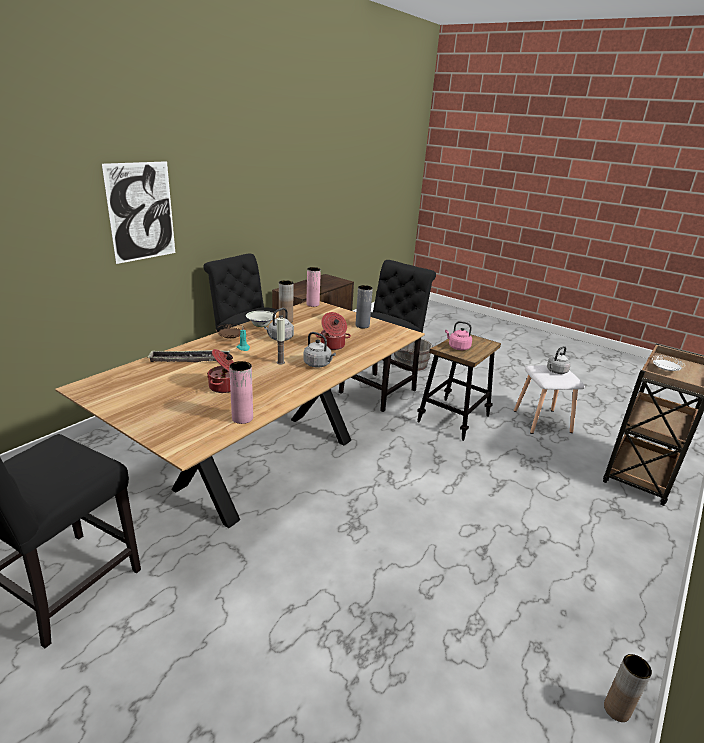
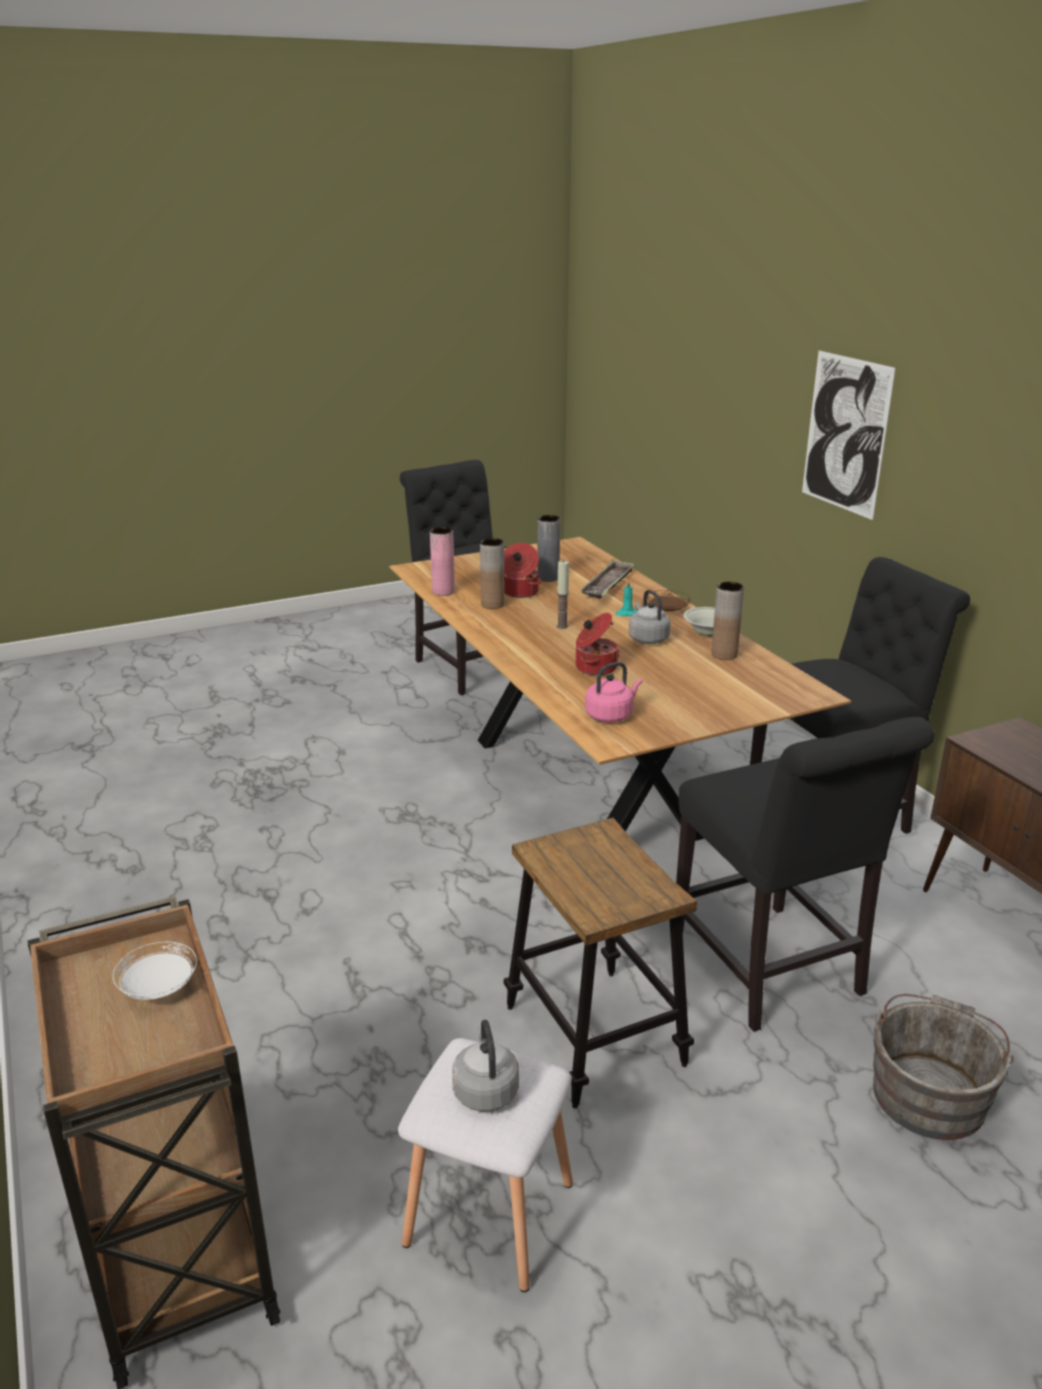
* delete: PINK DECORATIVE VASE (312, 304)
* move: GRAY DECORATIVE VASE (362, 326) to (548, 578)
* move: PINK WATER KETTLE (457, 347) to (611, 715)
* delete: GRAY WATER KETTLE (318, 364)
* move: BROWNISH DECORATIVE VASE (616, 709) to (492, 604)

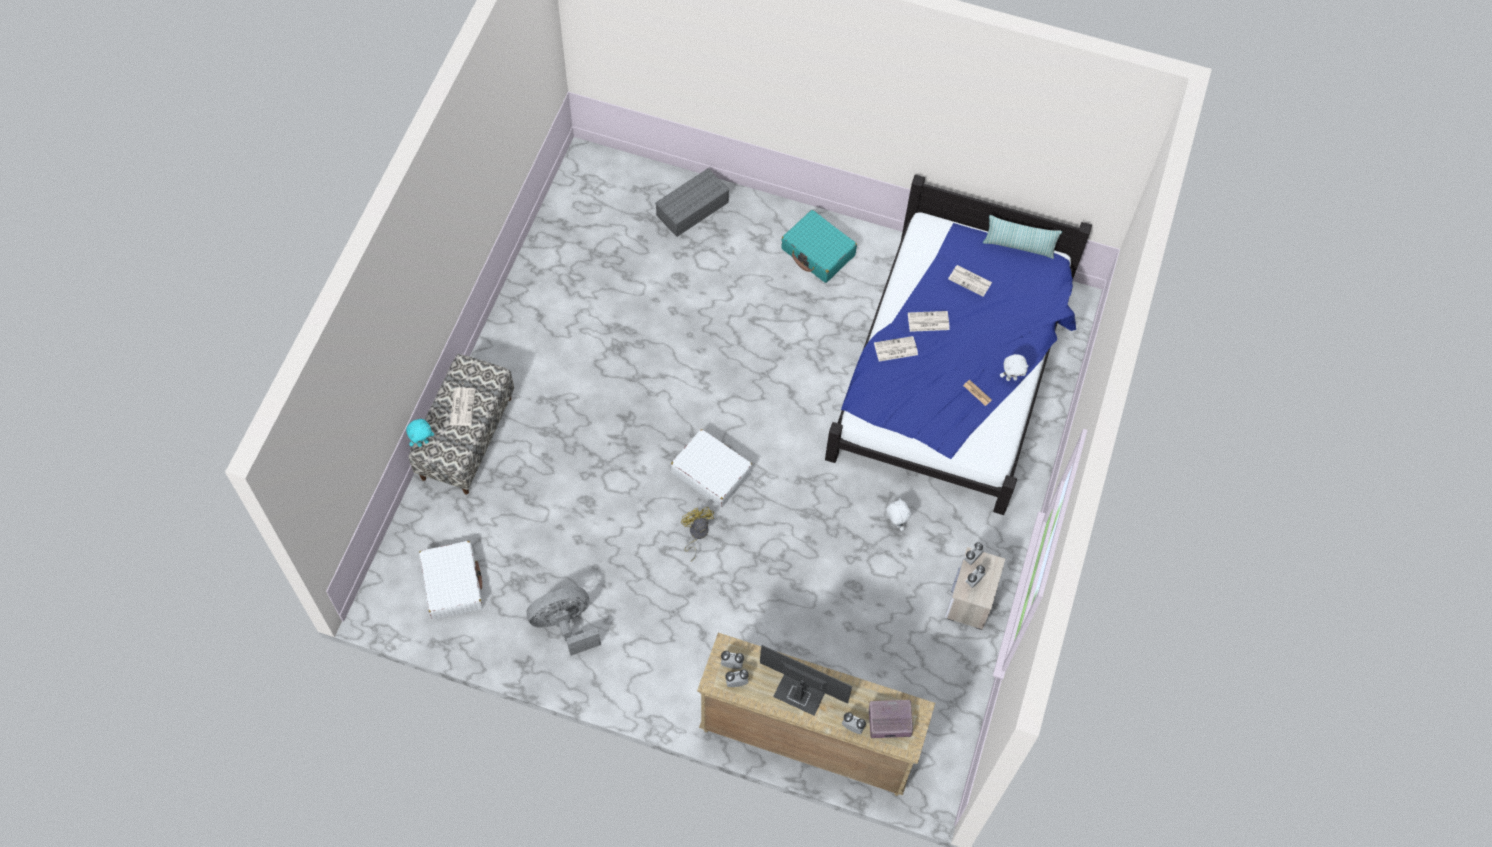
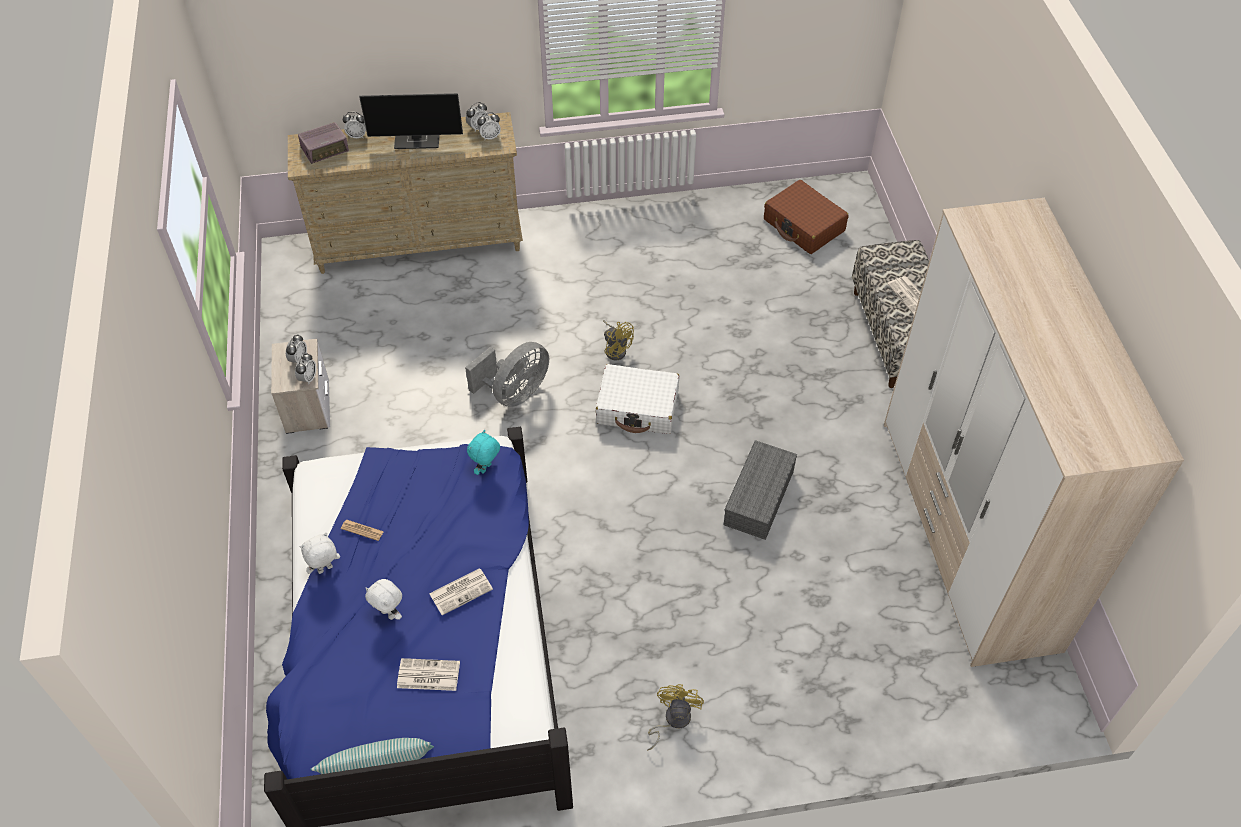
* move: GRAY STORAGE BOX (692, 208) to (759, 499)
* replace: TURQUOISE SUITCASE (818, 252) to YELLOW COOLING FAN (672, 720)
* delete: NEWSPAPER (895, 349)
* move: TURQUOISE SOFT TOY (423, 442) to (486, 468)
* move: WHITISH SOFT TOY (895, 523) to (389, 613)
* recolor: WHITISH SUITCASE (453, 584) to BROWNISH SUITCASE (804, 226)
* move: GRAY COOLING FAN (565, 625) to (515, 393)
* insert: CLOTHES CUPBOARD (967, 532)

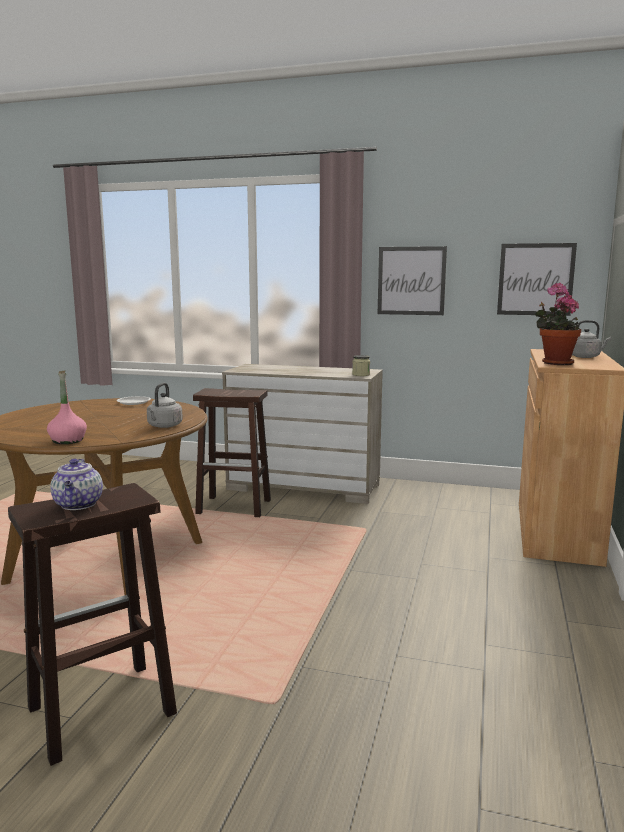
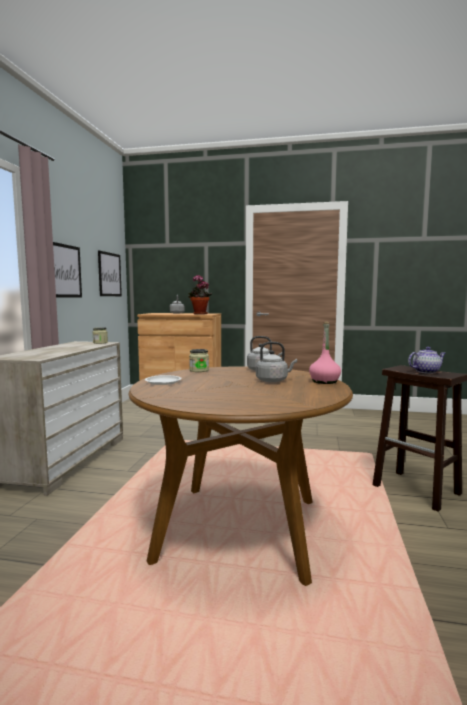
* delete: BROWNISH STOOL (235, 507)
* insert: GRAY WATER KETTLE (273, 380)
* insert: PRESERVE JAR (199, 370)

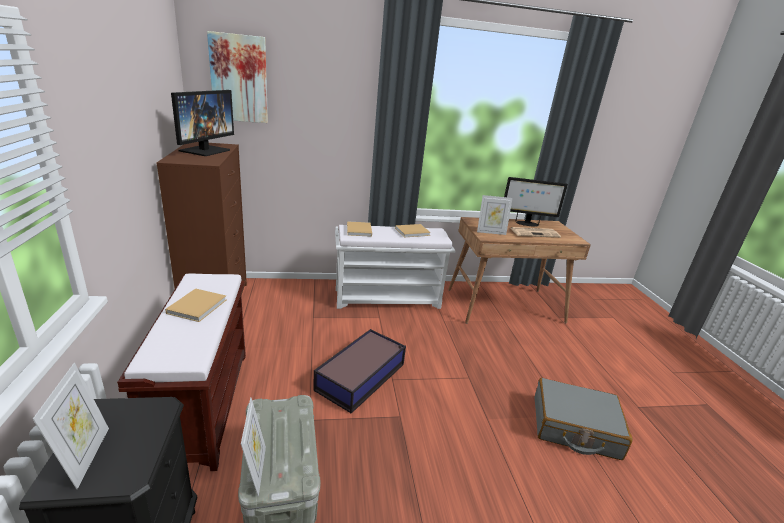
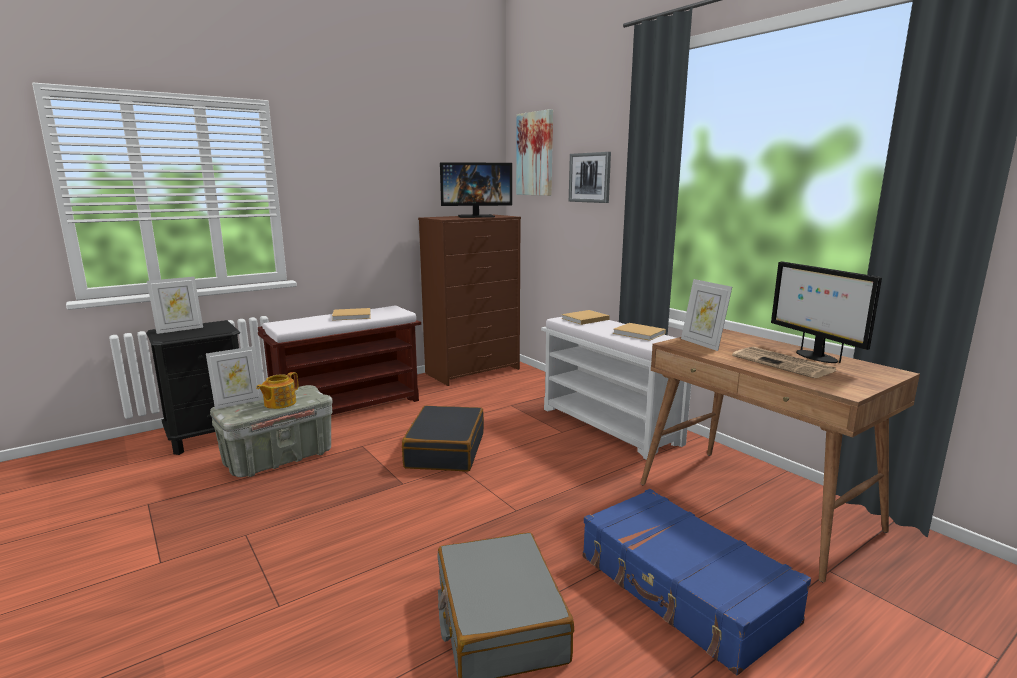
* replace: STORAGE BOX (362, 376) to BLACK-COLOURED SUITCASE (445, 450)
* insert: PICTURE (590, 177)
* insert: TEAPOT (279, 403)
* insert: BLUE-COLOURED SUITCASE (683, 589)

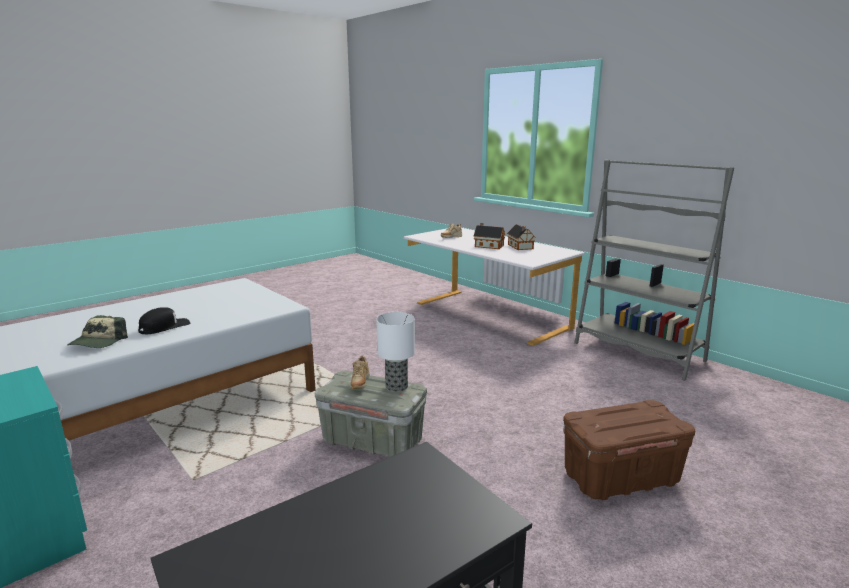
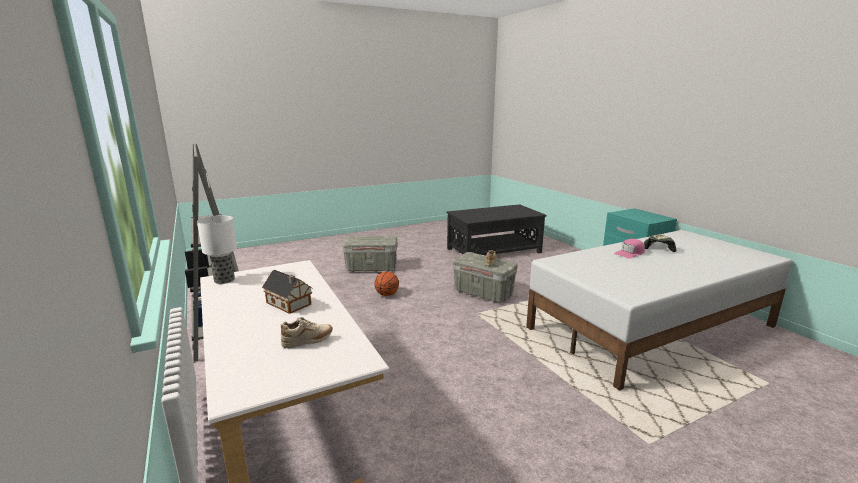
* delete: TOY HOUSE (520, 247)
* recolor: BLACK-COLOURED BASEBALL CAP (164, 327) to PINK BASEBALL CAP (630, 253)
* move: TABLE LAMP (397, 387) to (224, 280)
* recolor: BROWNISH STORAGE BOX (620, 478) to GRAY STORAGE BOX (372, 268)
* insert: BASKETBALL BALL (387, 294)

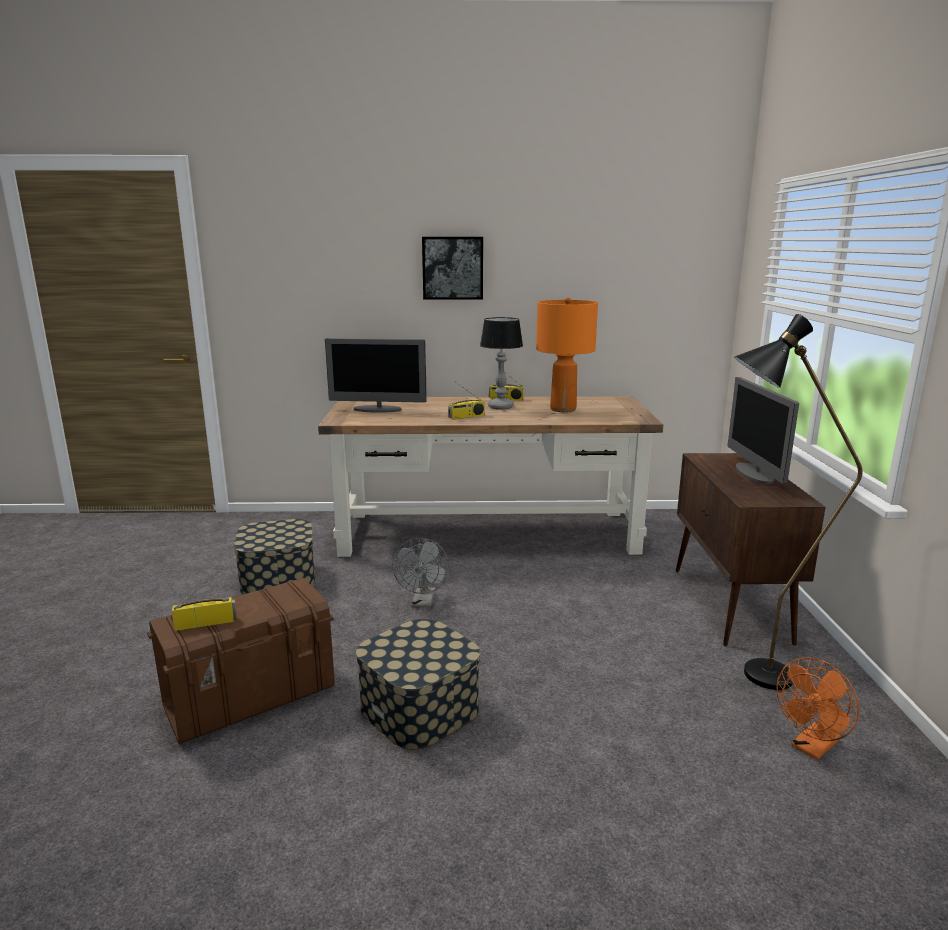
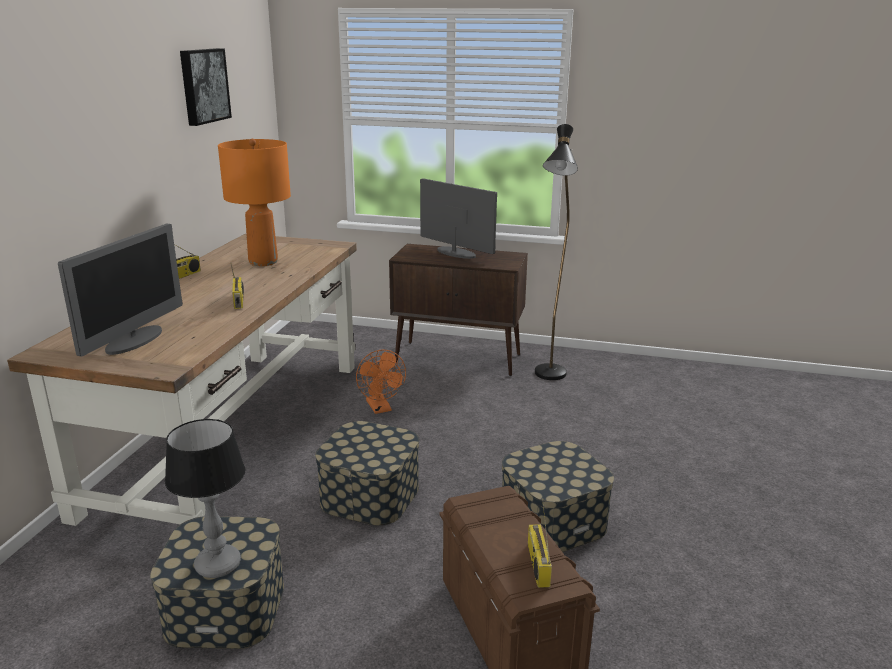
* move: PICTURE (452, 268) to (203, 86)
* move: TABLE LAMP (500, 407) to (217, 565)
* rotate: COMPUTER DISPLAY (754, 474) = (455, 253) 150 degrees counterclockwise
* replace: GRAY COOLING FAN (423, 602) to STORAGE BOX (370, 495)
* move: ORANGE-COLOURED COOLING FAN (812, 747) to (381, 408)

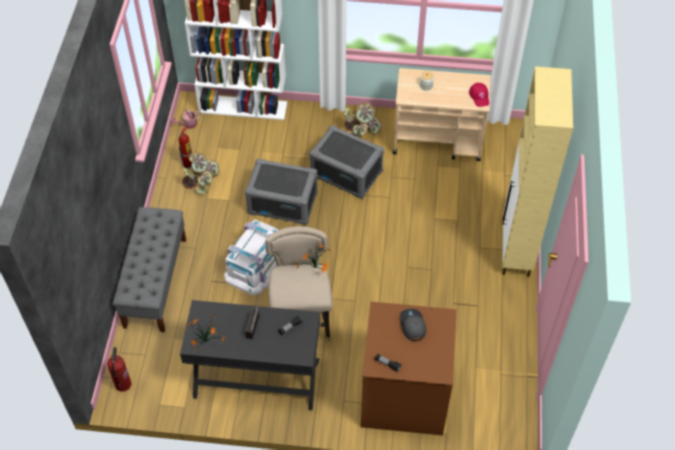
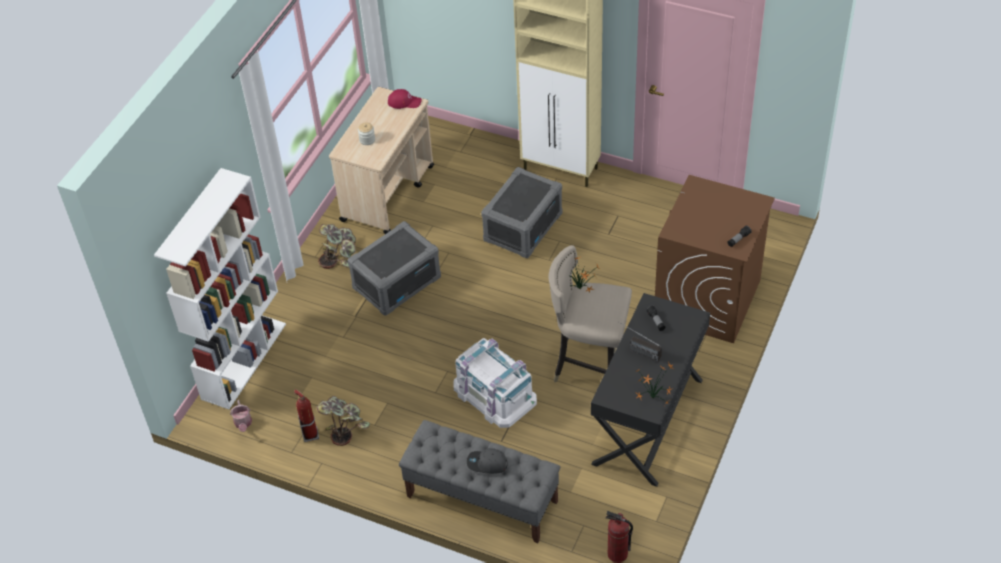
* move: GRAY STORAGE BOX (283, 202) to (522, 226)
* move: GRAY BASEBALL CAP (412, 326) to (487, 464)

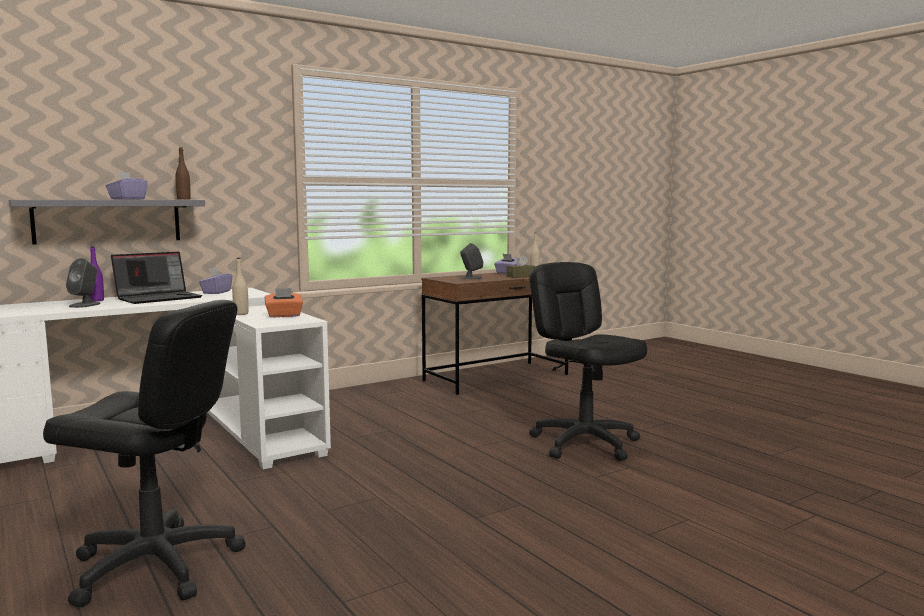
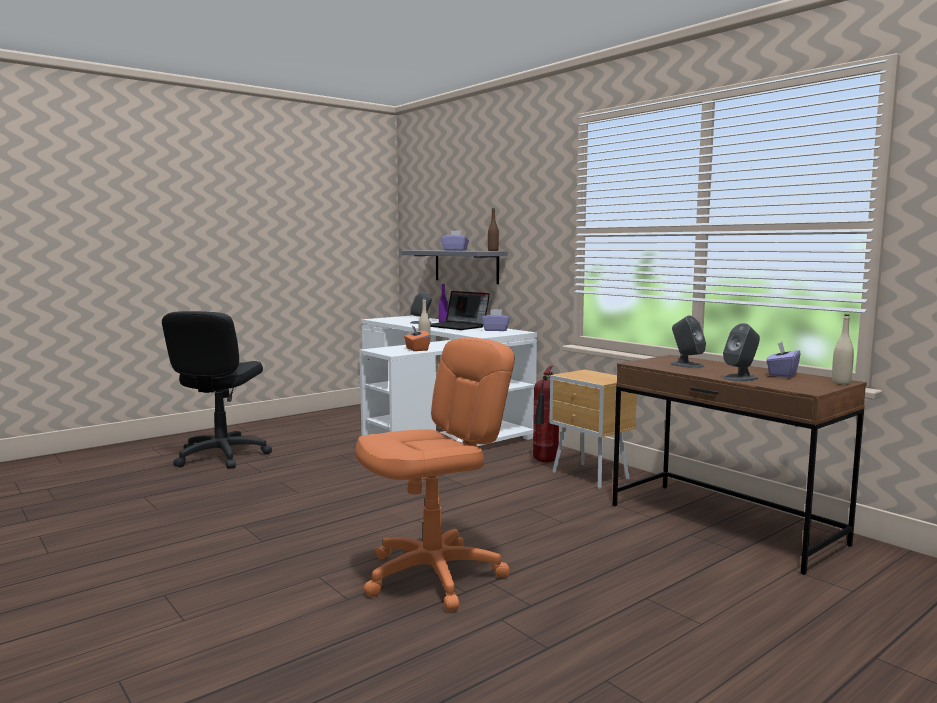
* replace: BROWNISH TISSUE HOLDER (520, 276) to GRAY LOUDSPEAKER (740, 378)
* recolor: BLACK-COLOURED DESK CHAIR (585, 443) to ORANGE-COLOURED DESK CHAIR (434, 575)
* insert: FIRE EXTINGUISHER (545, 462)
* insert: BROWNISH NIGHTSTAND (591, 477)

